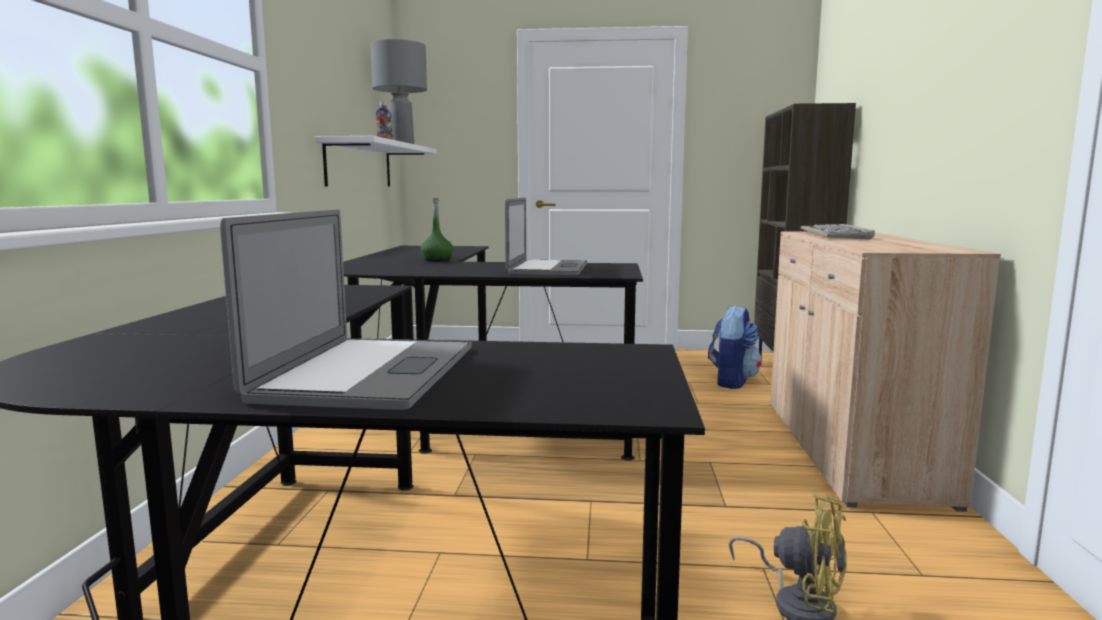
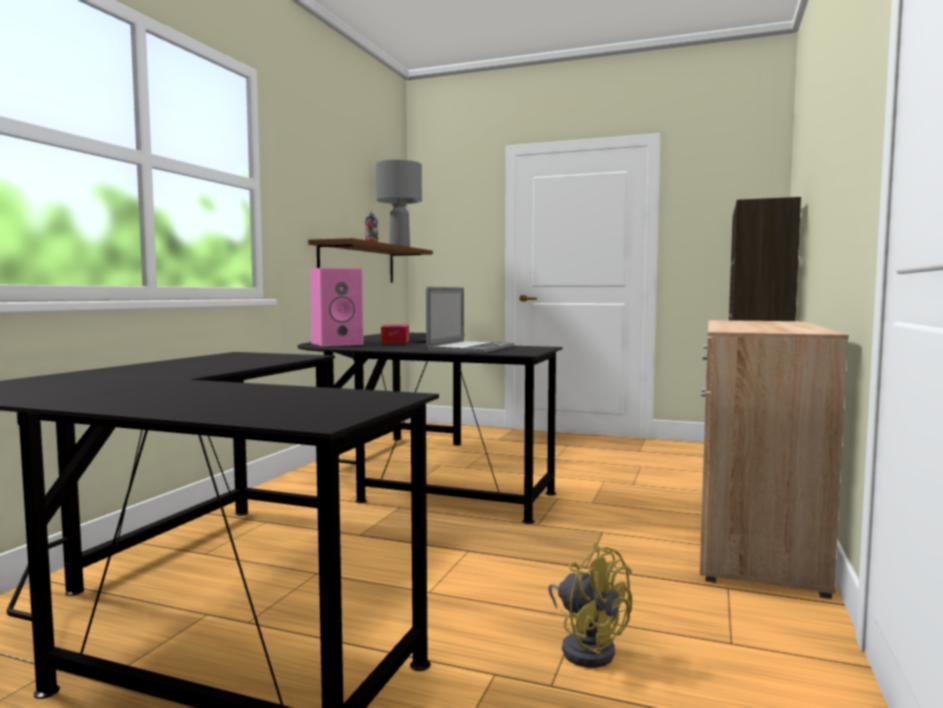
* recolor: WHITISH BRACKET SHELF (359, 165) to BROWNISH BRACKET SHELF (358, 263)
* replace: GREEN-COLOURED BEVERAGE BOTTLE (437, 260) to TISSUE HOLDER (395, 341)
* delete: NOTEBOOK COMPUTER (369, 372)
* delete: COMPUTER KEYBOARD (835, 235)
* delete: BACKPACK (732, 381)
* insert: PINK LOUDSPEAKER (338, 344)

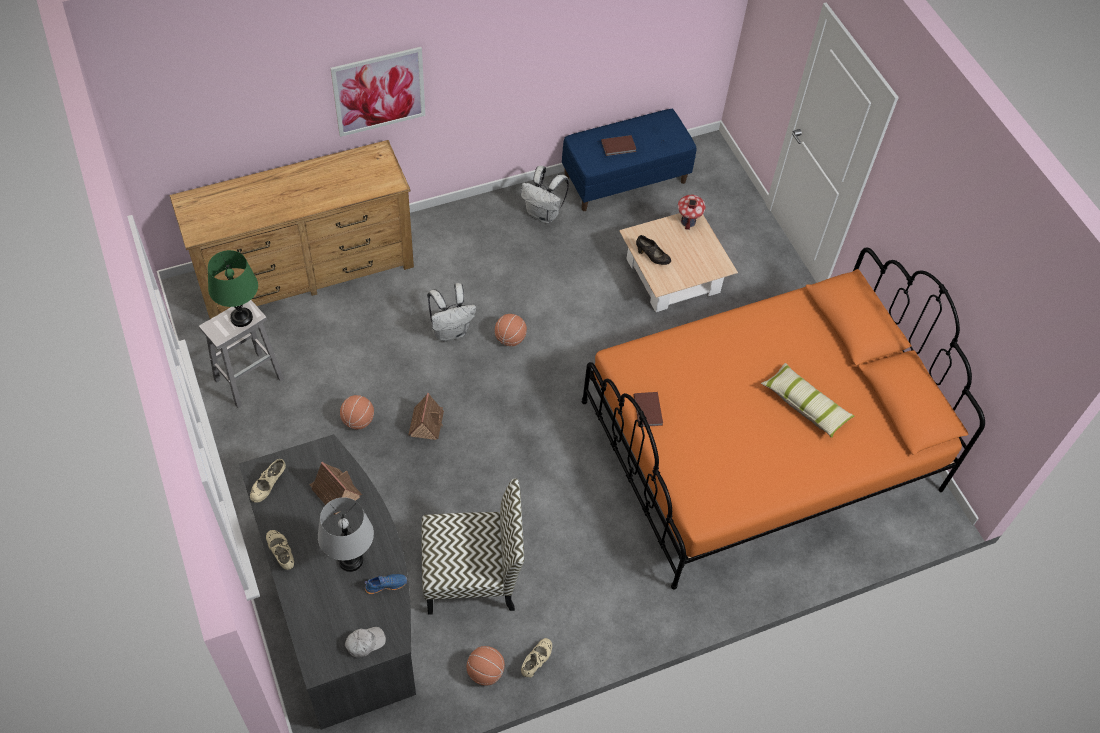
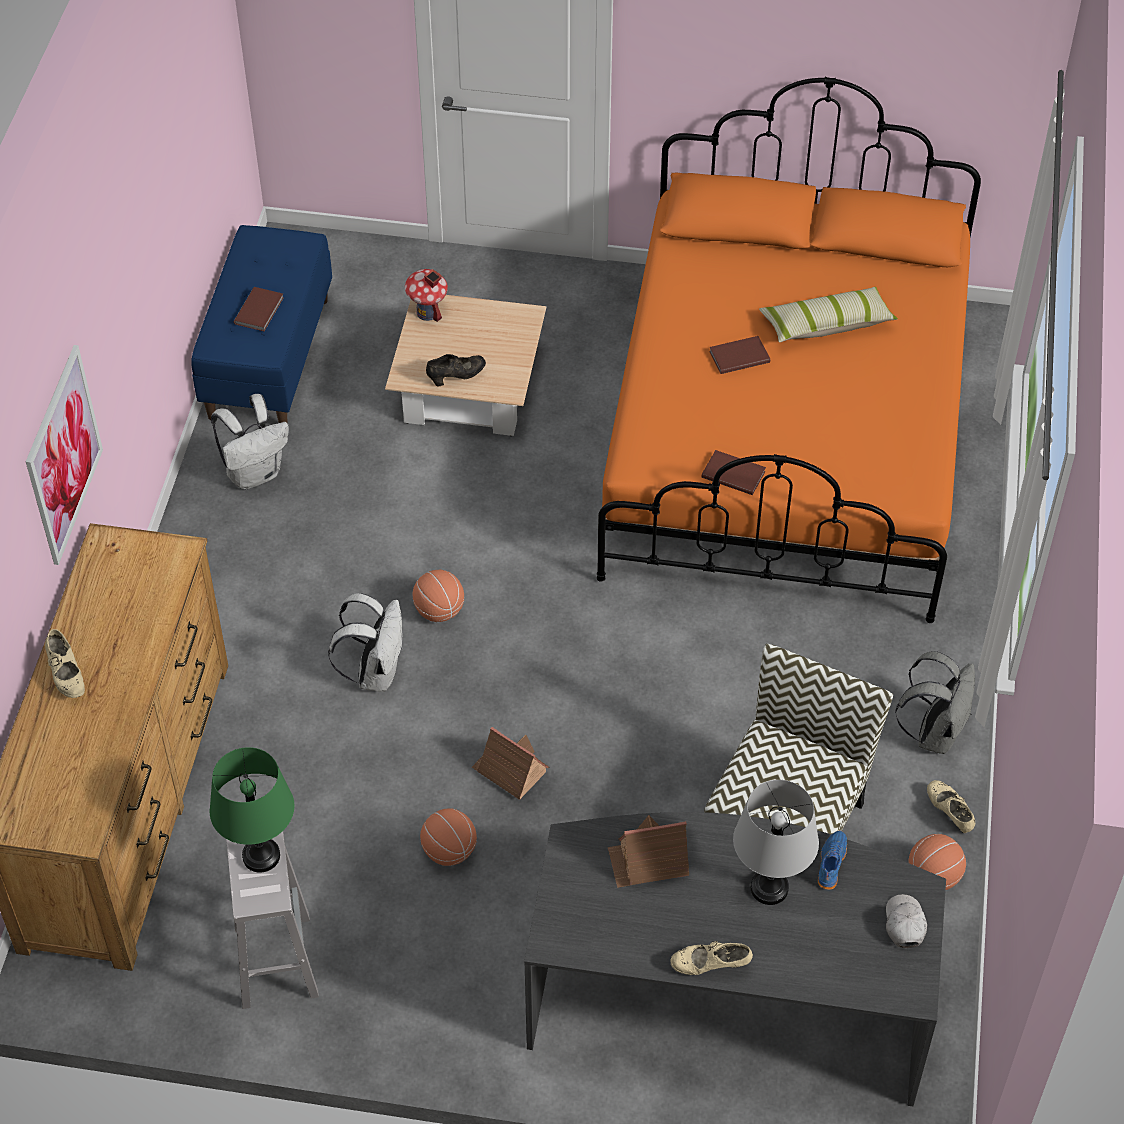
* move: BEIGE-COLOURED LOW SHOE (269, 486) to (67, 676)
* insert: BROWNISH BOUND BOOK (738, 356)
* insert: GRAY BACKPACK (934, 733)

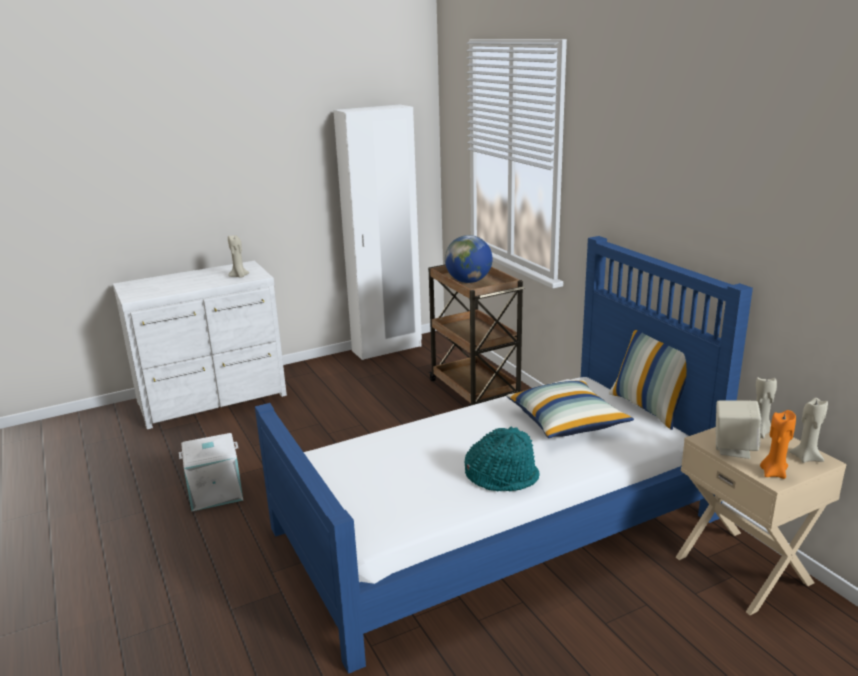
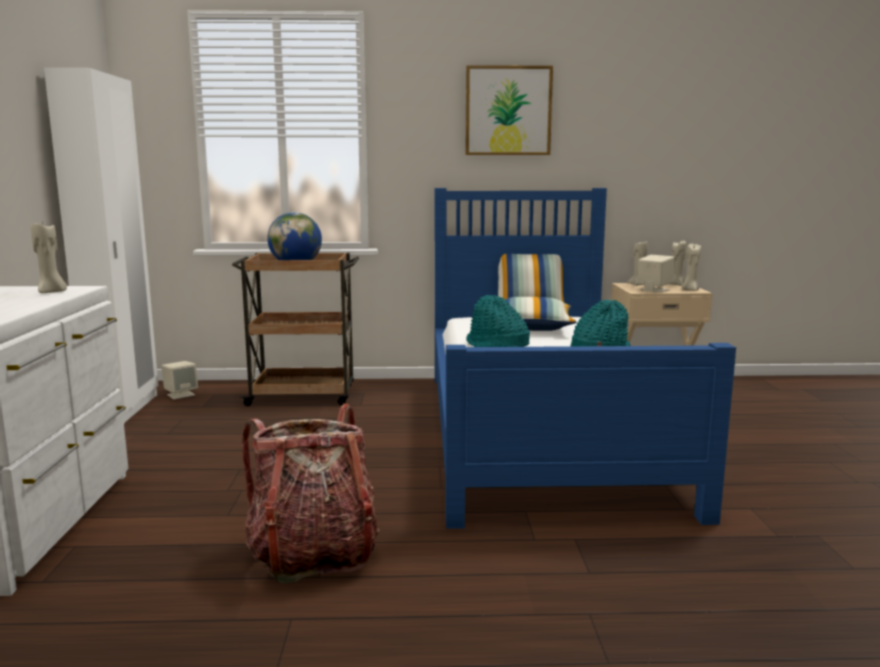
* recolor: ORANGE-COLOURED CANDLE (773, 473) to BEIGE-COLOURED CANDLE (690, 290)
* replace: WHITISH STORAGE BOX (216, 491) to BACKPACK (313, 553)
* insert: PICTURE (508, 111)
* insert: TURQUOISE WEARABLE HAT (496, 345)
* insert: BEIGE-COLOURED LOUDSPEAKER (181, 395)

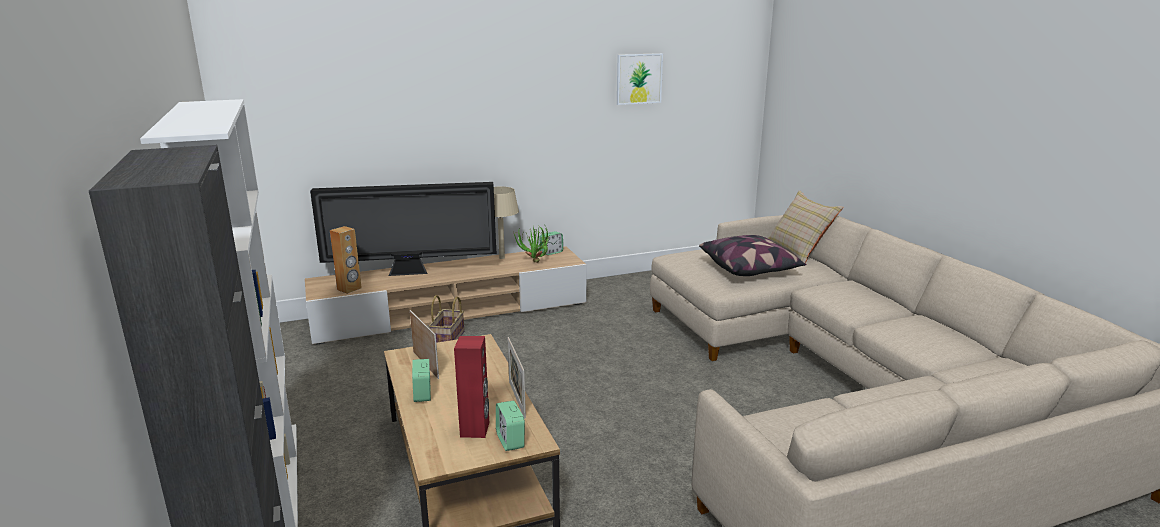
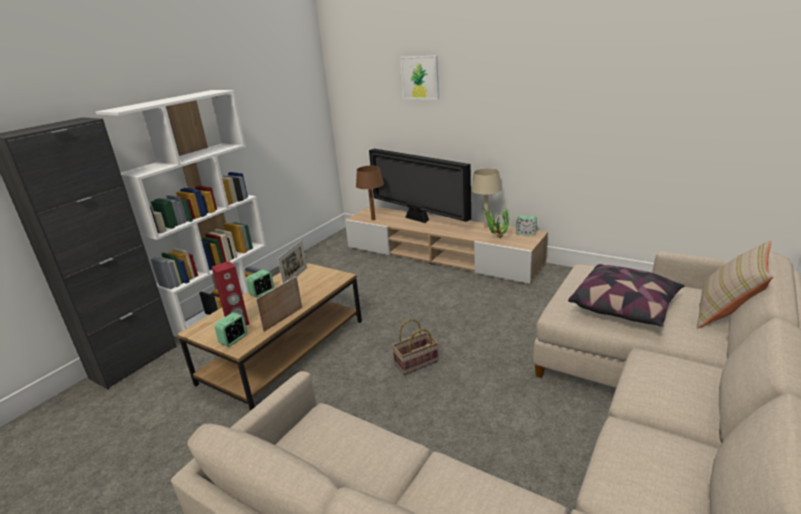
* move: PICTURE (639, 78) to (420, 77)
* replace: BROWNISH LOUDSPEAKER (349, 289) to BROWNISH TABLE LAMP (373, 219)
* move: HOUSEHOLD BASKET (448, 340) to (415, 363)

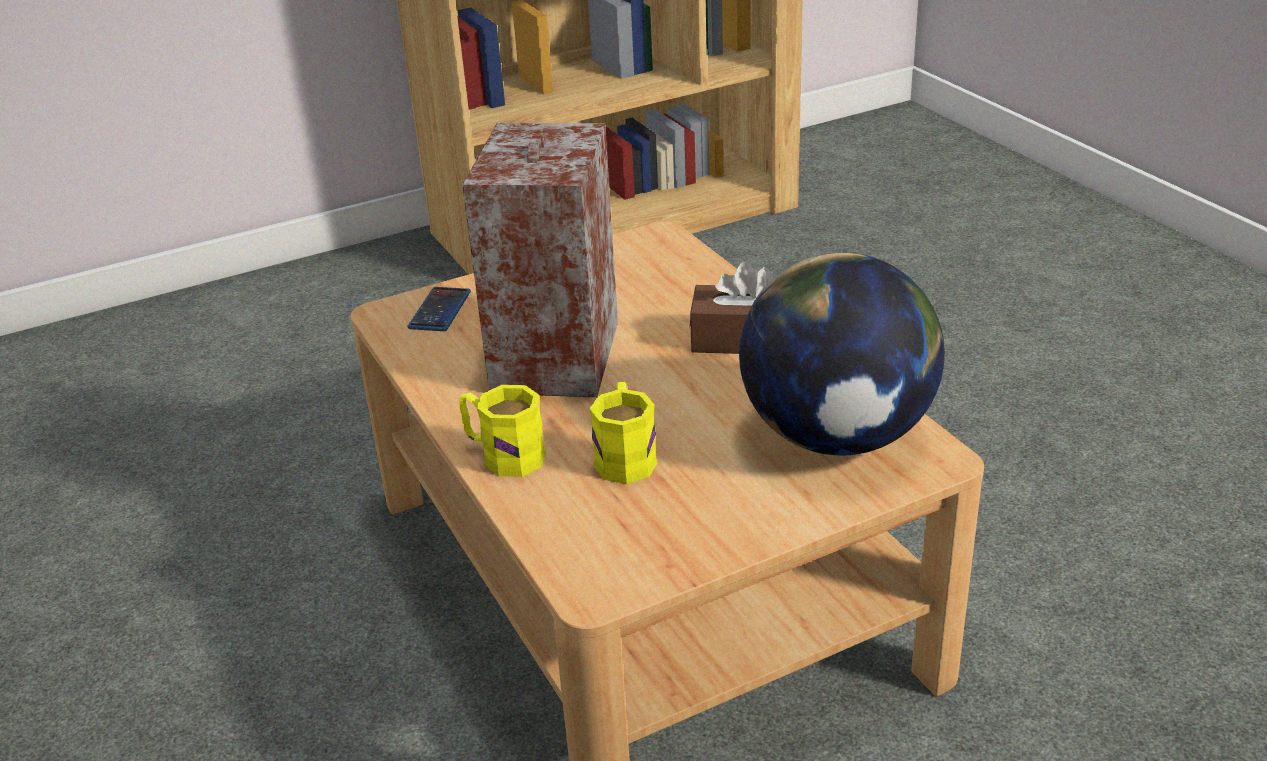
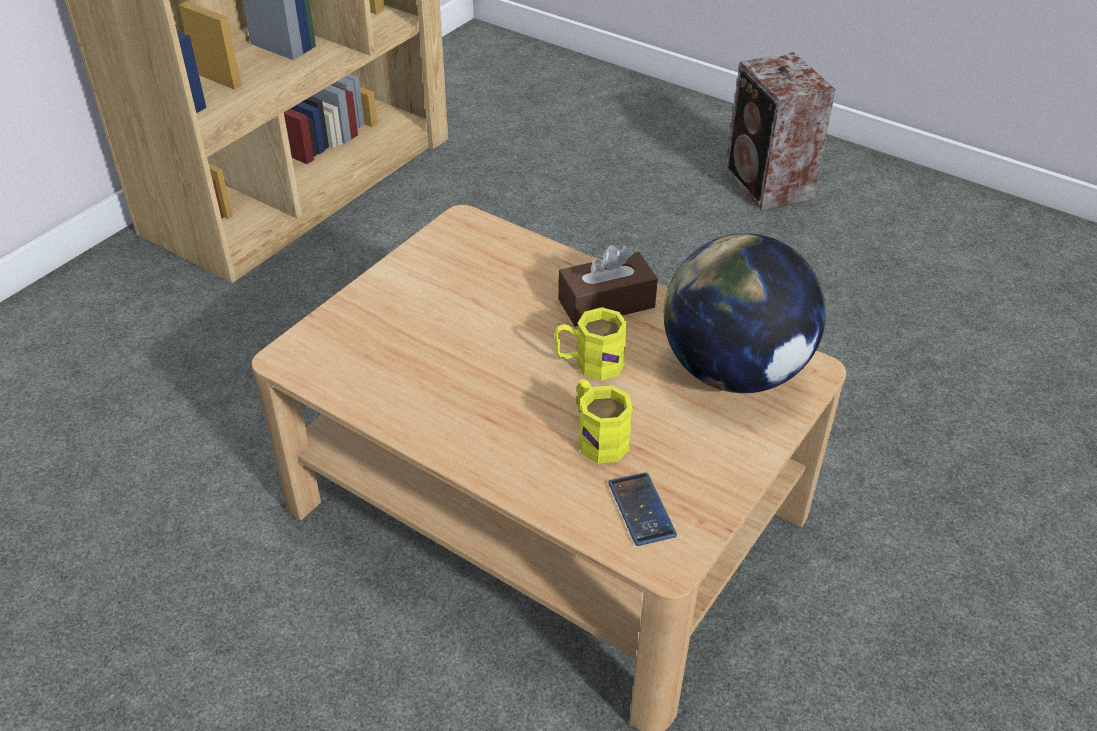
* move: LOUDSPEAKER (552, 359) to (768, 186)
* move: HANDSET (439, 310) to (641, 509)
* move: YELLOW MUG (503, 455) to (589, 363)

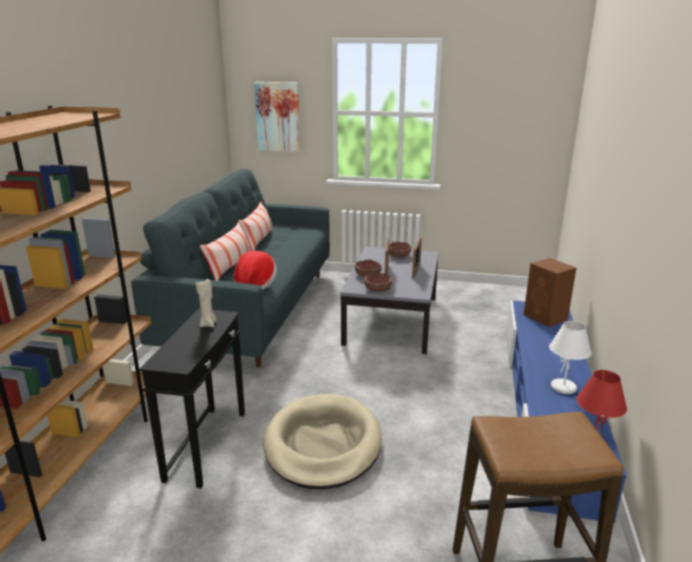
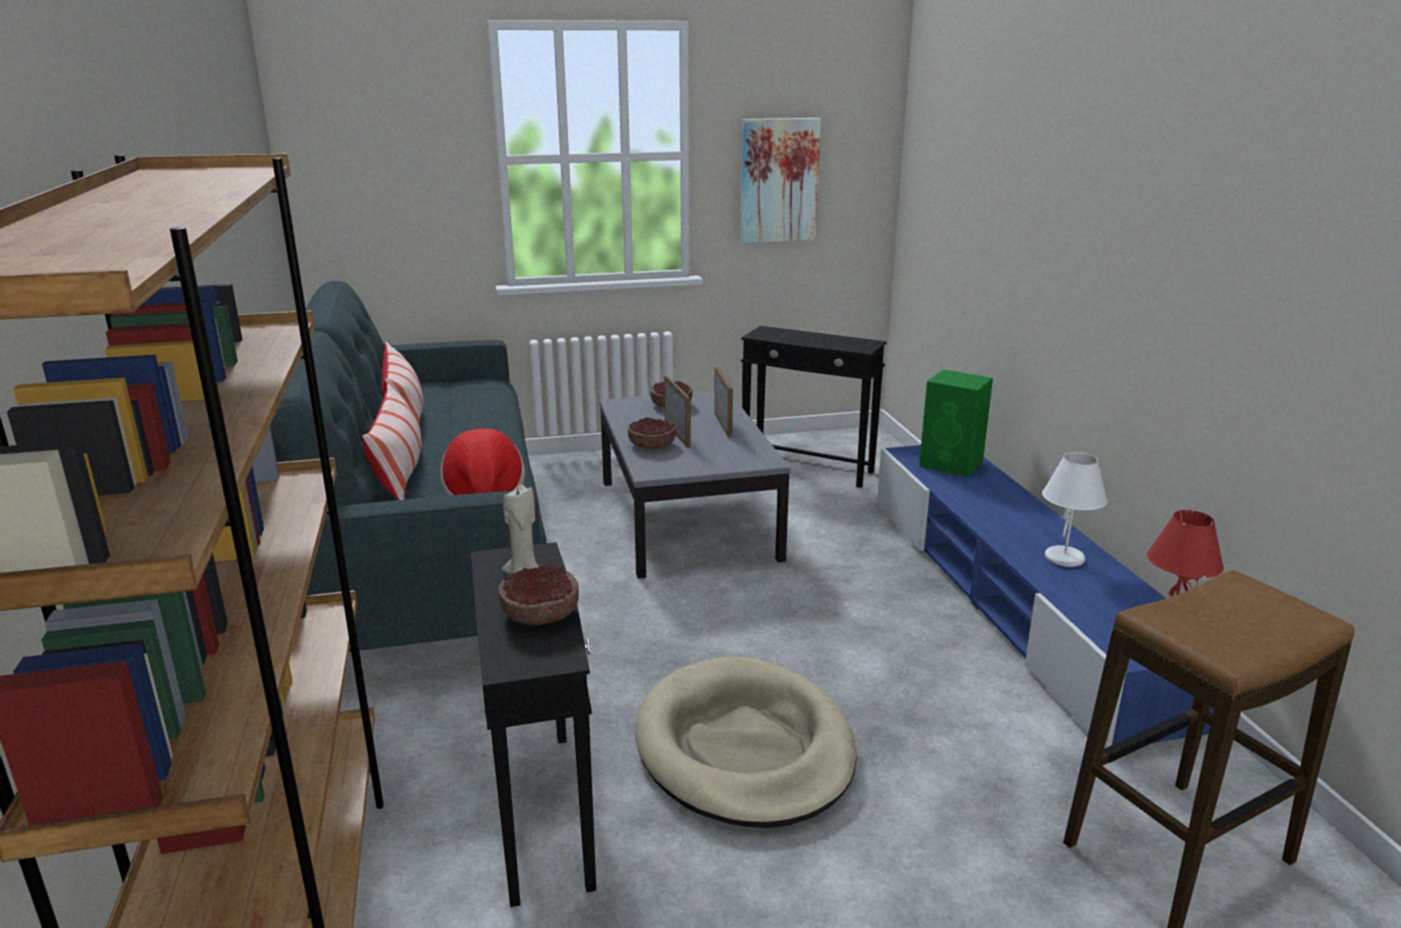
* move: PICTURE (278, 117) to (779, 180)
* recolor: BROWNISH LOUDSPEAKER (546, 317) to GREEN-COLOURED LOUDSPEAKER (952, 464)
* move: SERVING BOWL (377, 289) to (539, 614)
* insert: BLACK-COLOURED SIDE TABLE (807, 469)

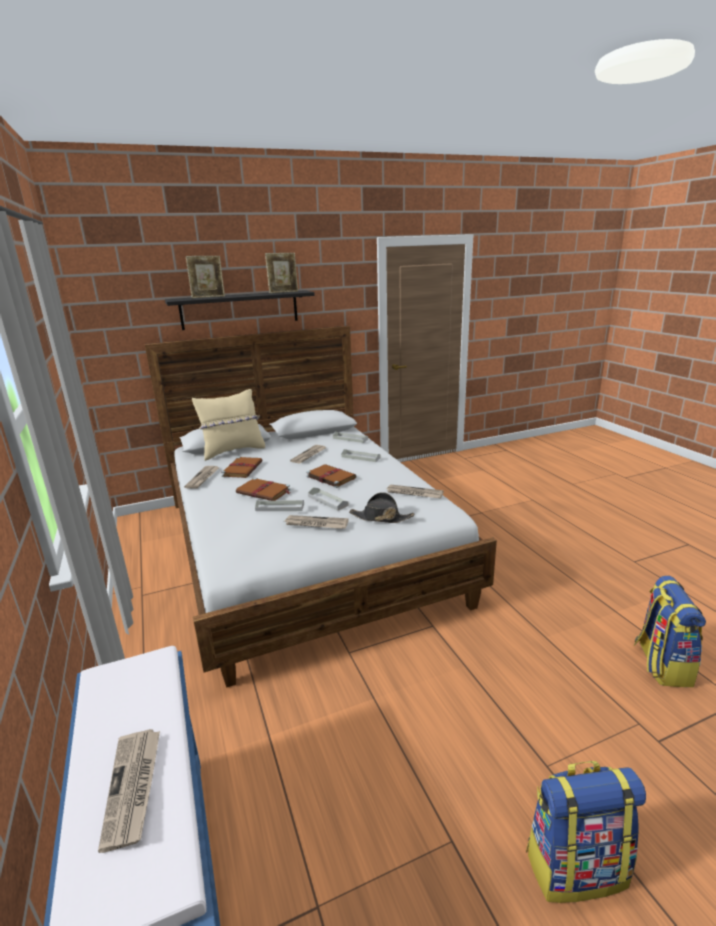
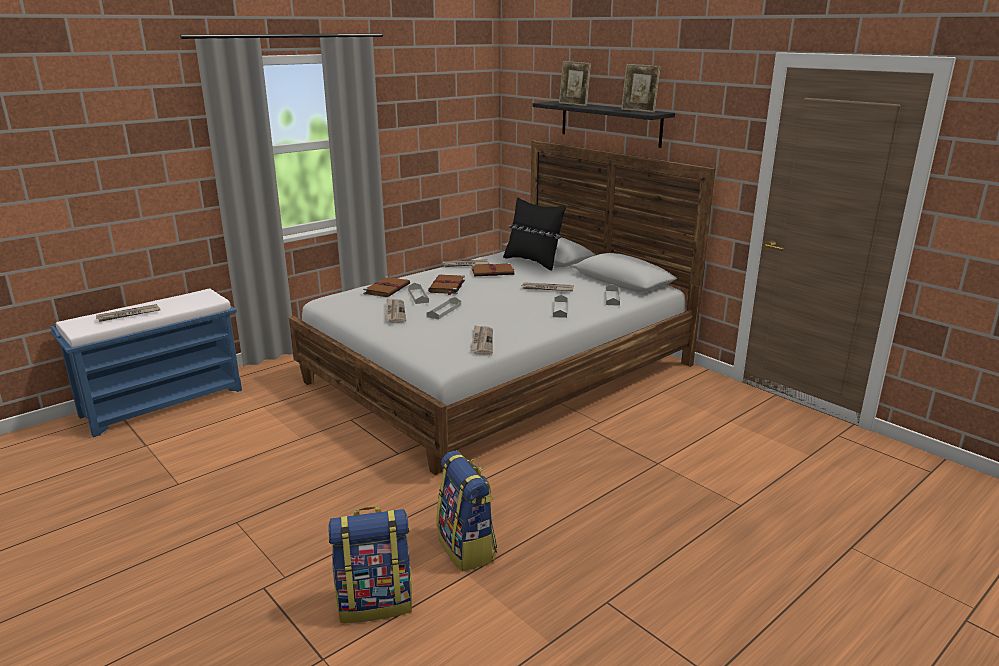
* recolor: BEIGE-COLOURED THROW PILLOW (233, 451) to BLACK-COLOURED THROW PILLOW (533, 262)
* move: BROWNISH BOUND BOOK (330, 477) to (387, 289)
* delete: BLACK-COLOURED WEARABLE HAT (381, 517)
* move: BACKPACK (575, 866) to (467, 547)

